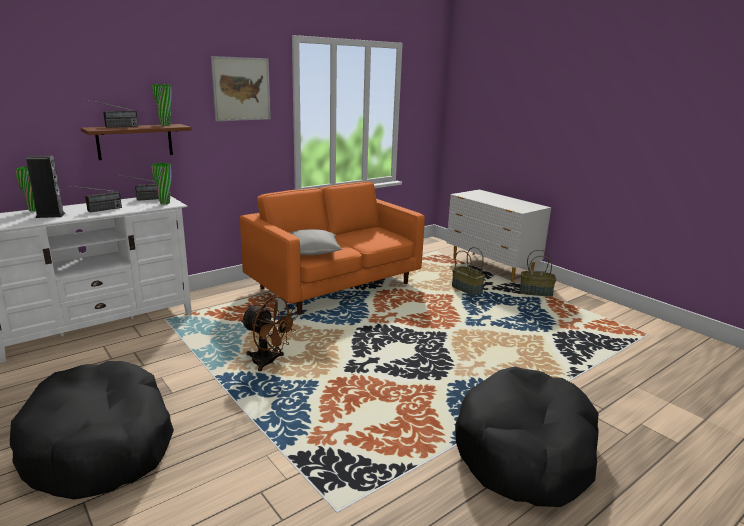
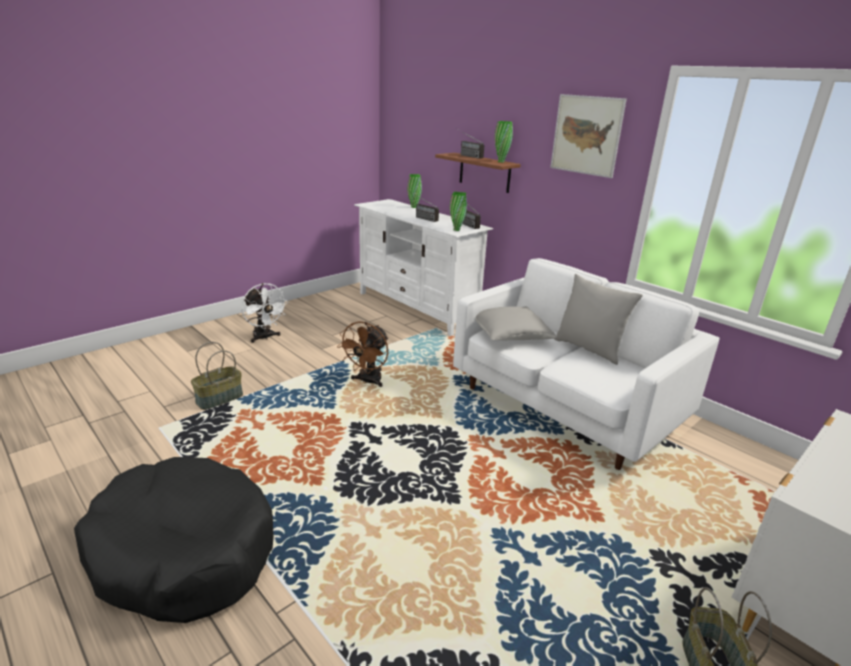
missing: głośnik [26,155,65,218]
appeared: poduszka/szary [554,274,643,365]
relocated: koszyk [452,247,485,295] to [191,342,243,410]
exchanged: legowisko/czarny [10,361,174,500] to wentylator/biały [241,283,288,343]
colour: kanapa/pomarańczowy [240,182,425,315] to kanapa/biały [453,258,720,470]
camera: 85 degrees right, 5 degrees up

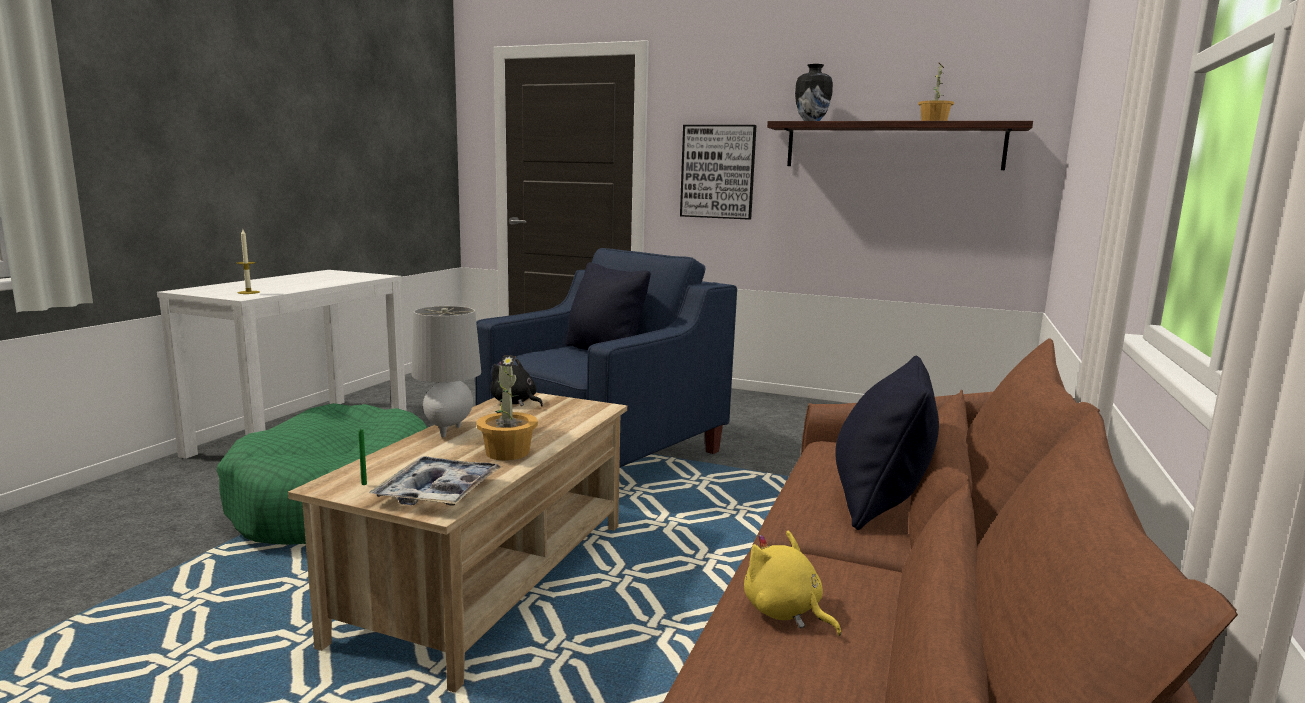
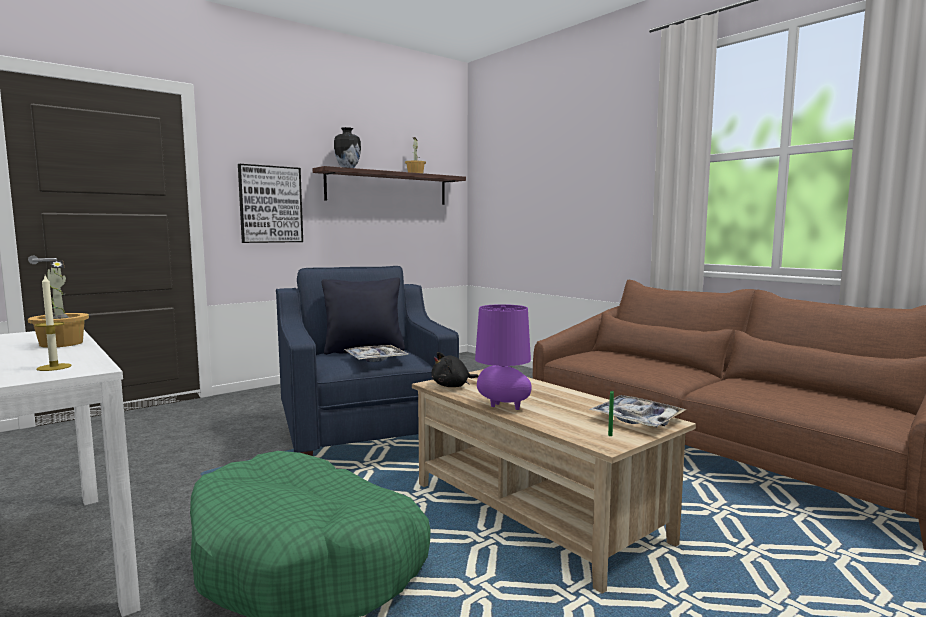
missing: poduszka/czarny [835,356,939,530]; pluszak/żółty [744,531,841,636]
appeared: taca [344,345,409,362]
relocated: roślina doniczkowa [477,355,538,461] to [28,260,89,348]
colour: lampa stołowa/szary [411,306,481,437] to lampa stołowa/fioletowy [475,304,532,410]
camera: 60 degrees left, 5 degrees down

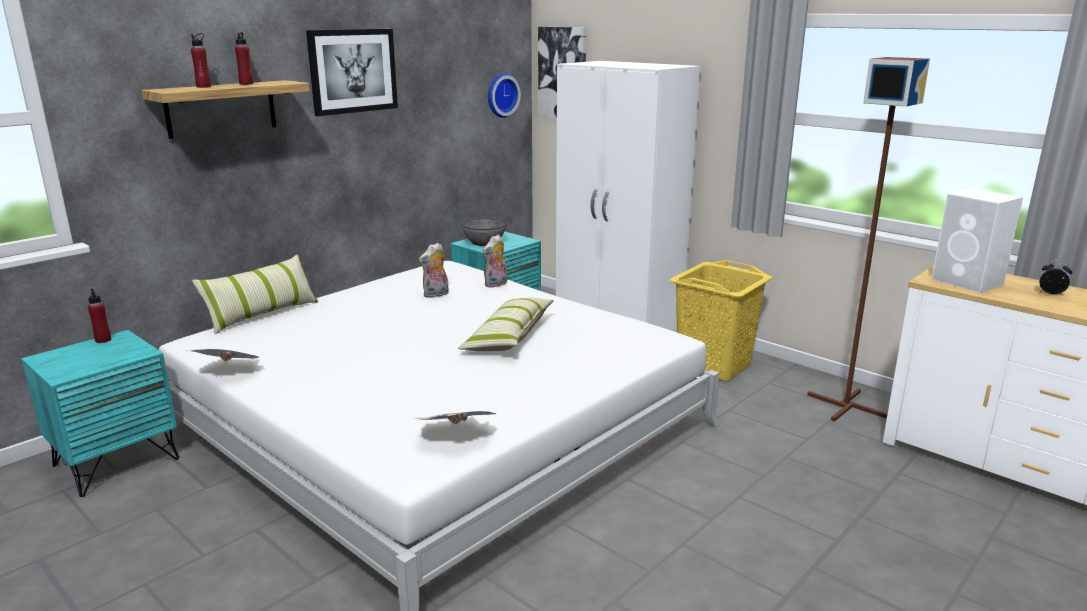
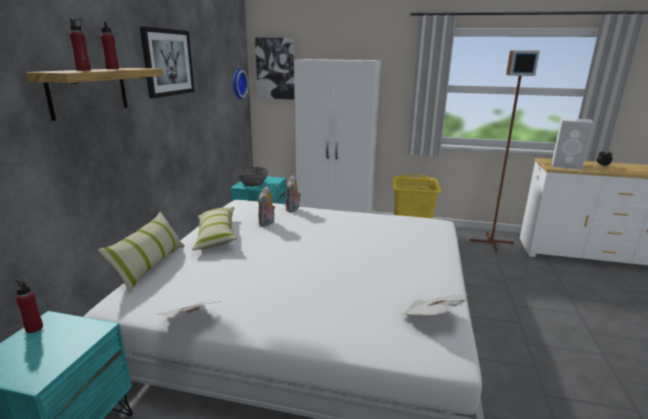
relocated: poduszka [458,298,554,352] to [192,207,237,250]
camera: 30 degrees left, 0 degrees up

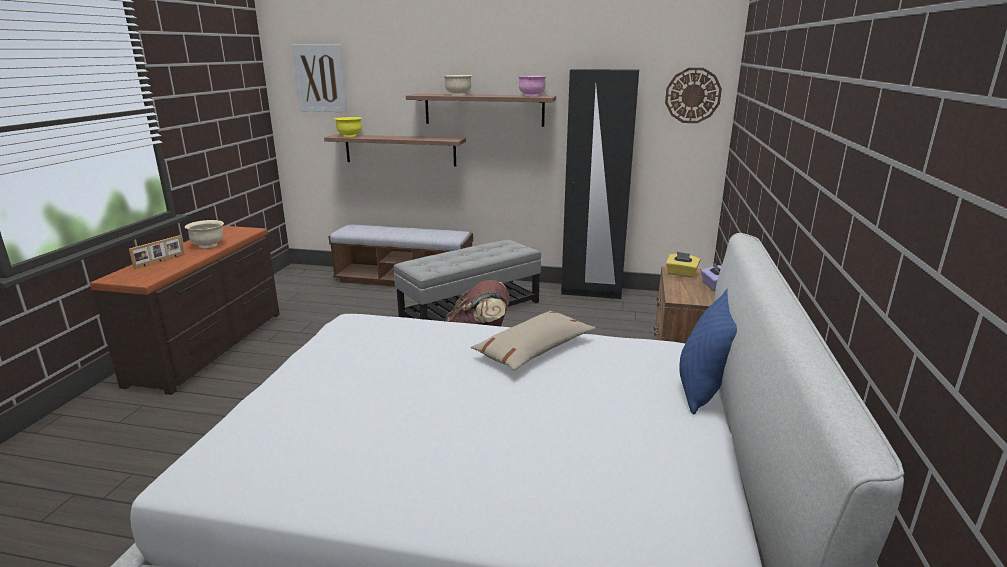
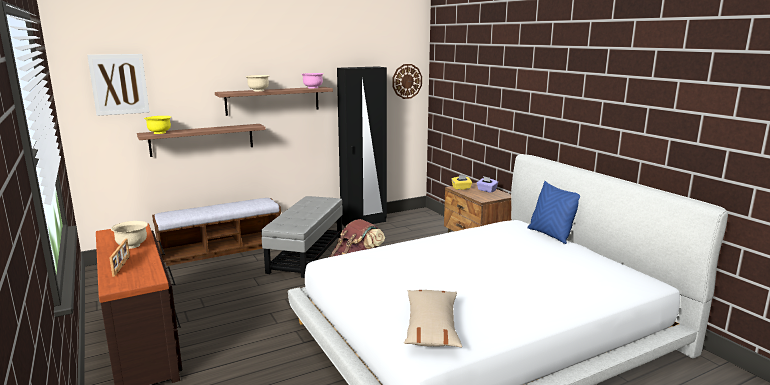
relocated: poduszka/beżowy [471,311,596,371] to [404,290,462,348]
camera: 40 degrees left, 5 degrees down

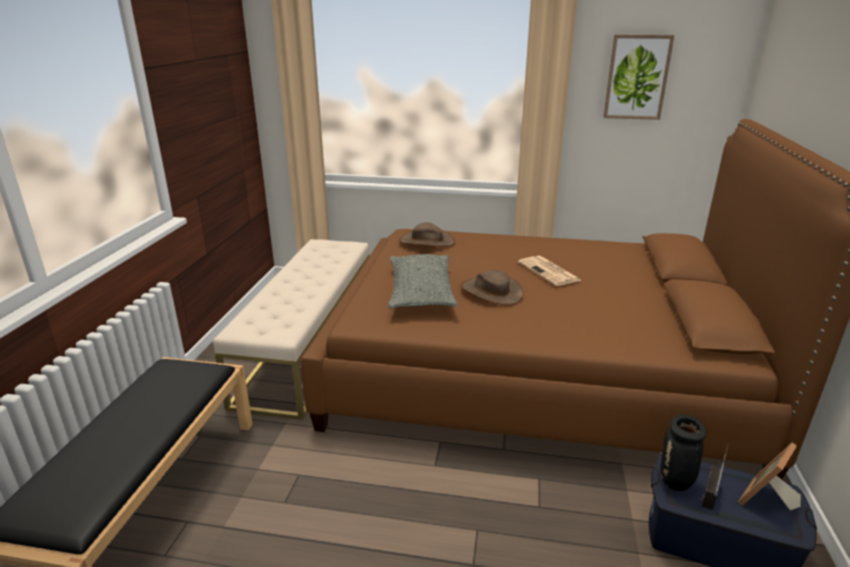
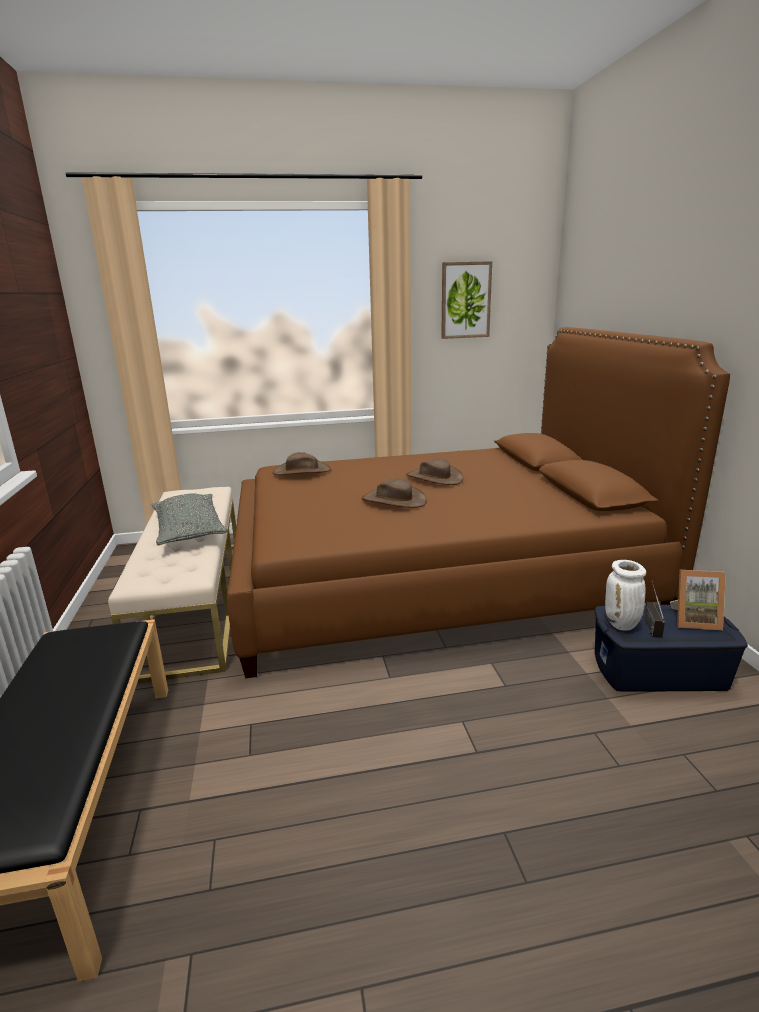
relocated: poduszka/szary [388,254,458,309] to [151,493,228,545]
exchanged: gazeta [518,256,582,286] to kapelusz/brązowy [406,458,464,485]
colour: wazon/czarny [660,414,706,491] to wazon/biały [605,560,646,631]
spun: ramka na zdjęcie [738,442,801,510] = [670,570,726,630] 105 degrees counterclockwise
camera: 20 degrees left, 5 degrees down

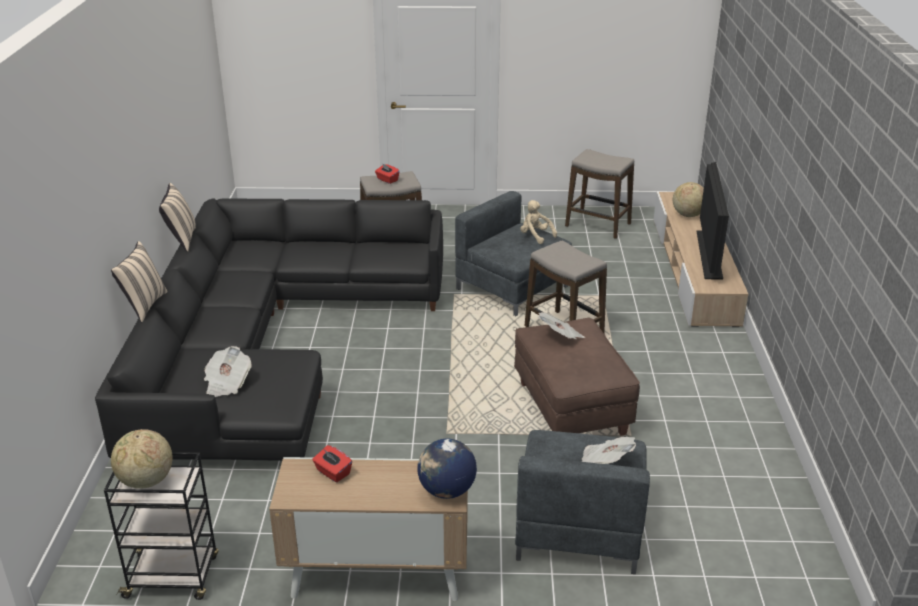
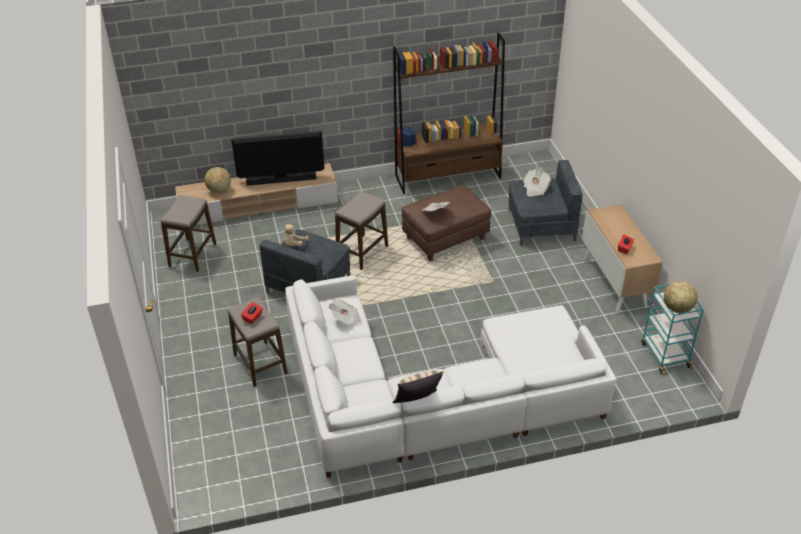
missing: poduszka/beżowy [111,241,168,322]; globus [417,439,477,499]
appeared: regał/brązowy [393,33,505,194]
relocated: gazeta [204,346,251,397] to [328,299,362,324]
colour: kanapa/czarny [95,198,443,461] to kanapa/biały [285,276,616,478]; wózek/czarny [104,452,219,600] to wózek/turkusowy [641,281,704,374]
camera: 105 degrees left, 10 degrees up

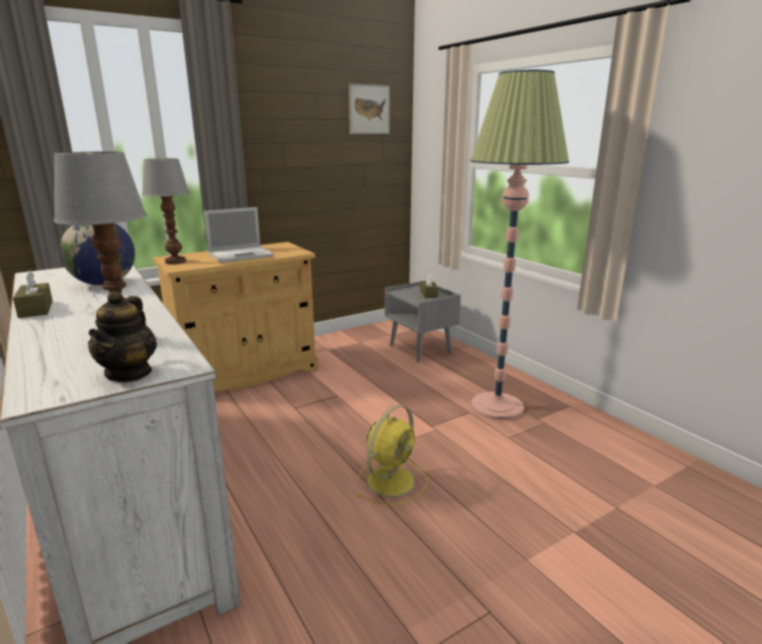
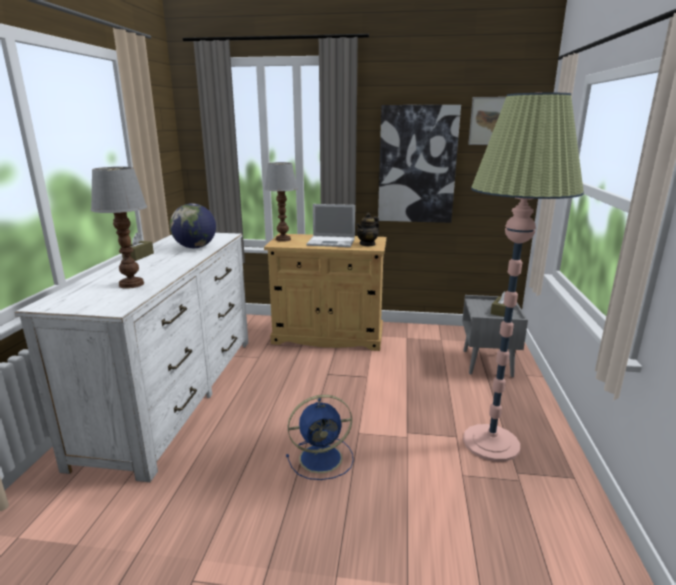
appeared: obraz [378,105,461,223]
relocated: imbryk [88,291,157,382] to [356,213,379,246]
colour: wentylator/żółty [356,405,428,505] to wentylator/niebieski [286,395,354,480]
camera: 40 degrees right, 0 degrees up

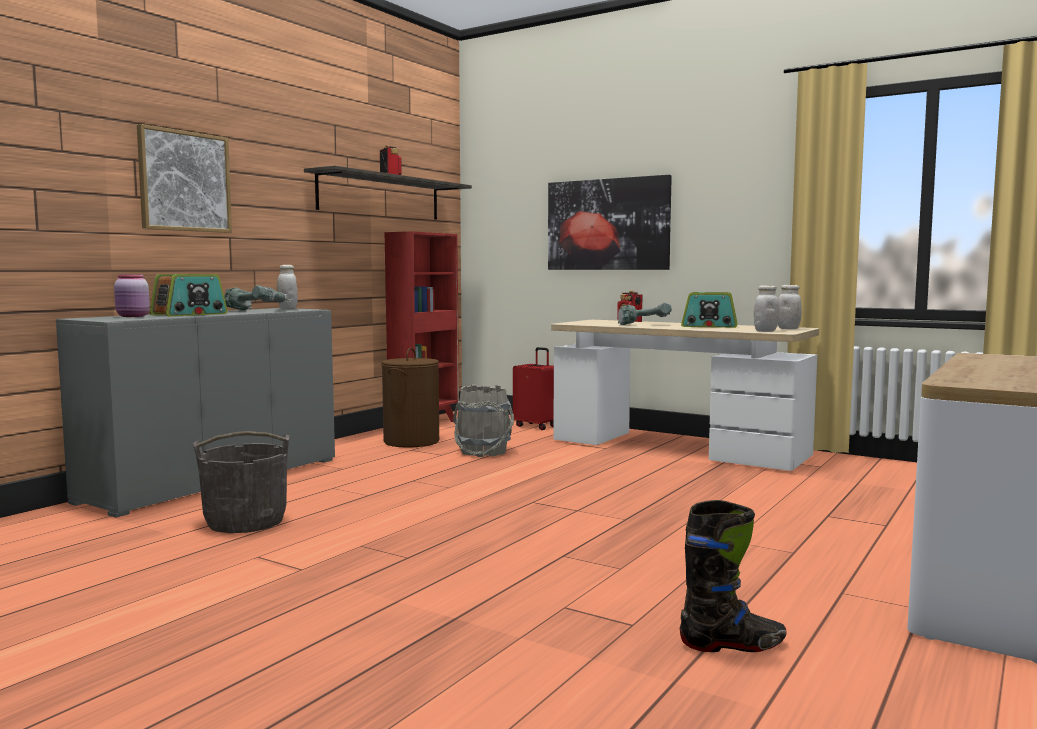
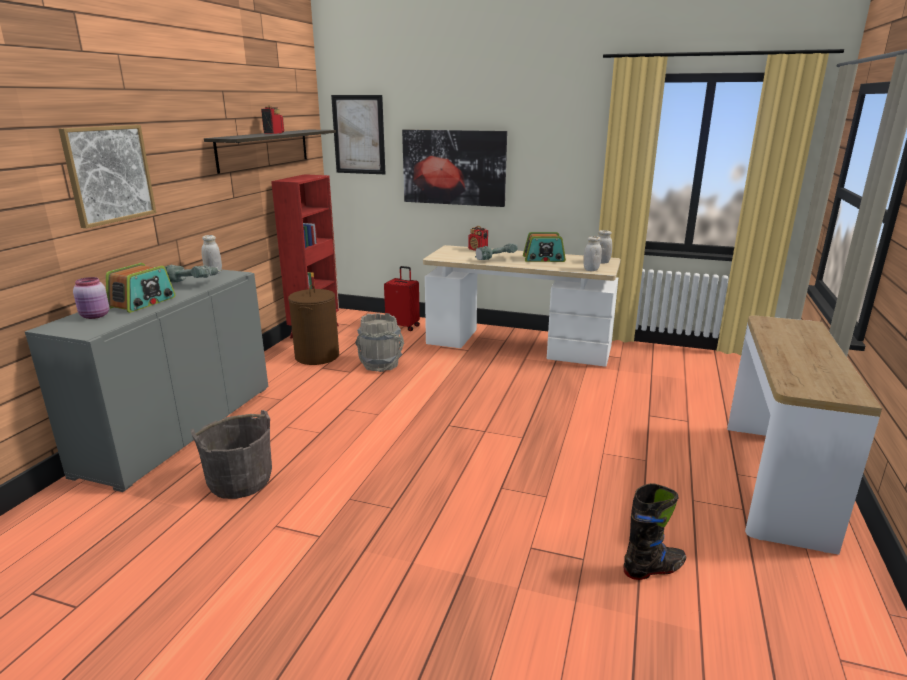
appeared: obraz [331,95,385,174]
camera: 15 degrees left, 15 degrees up

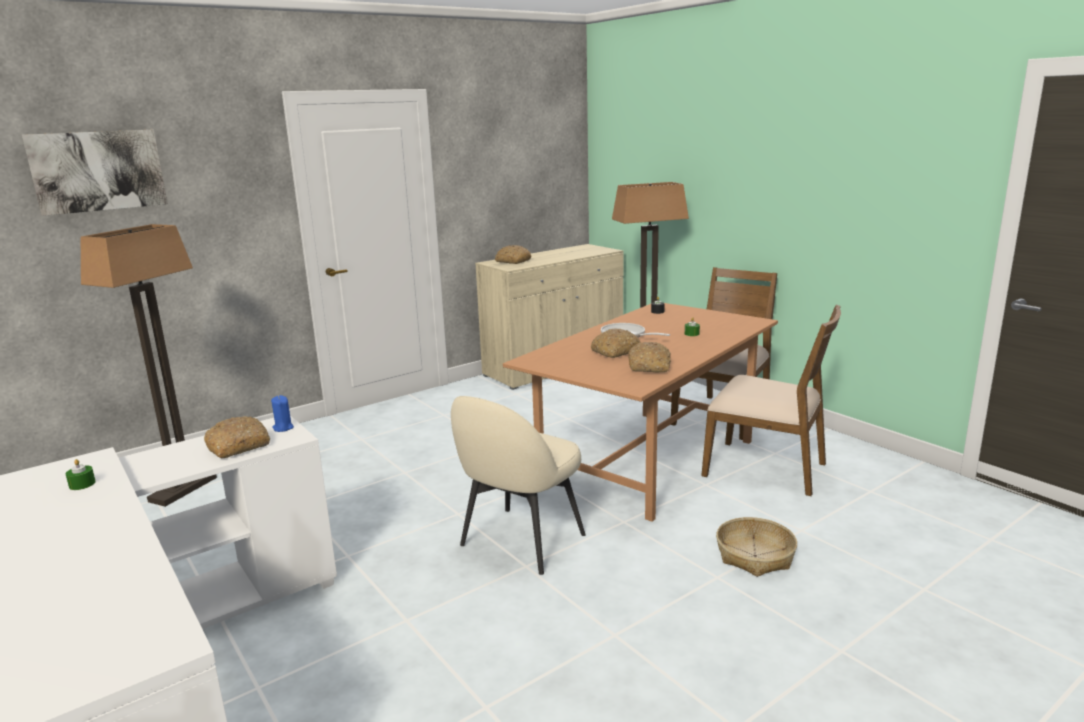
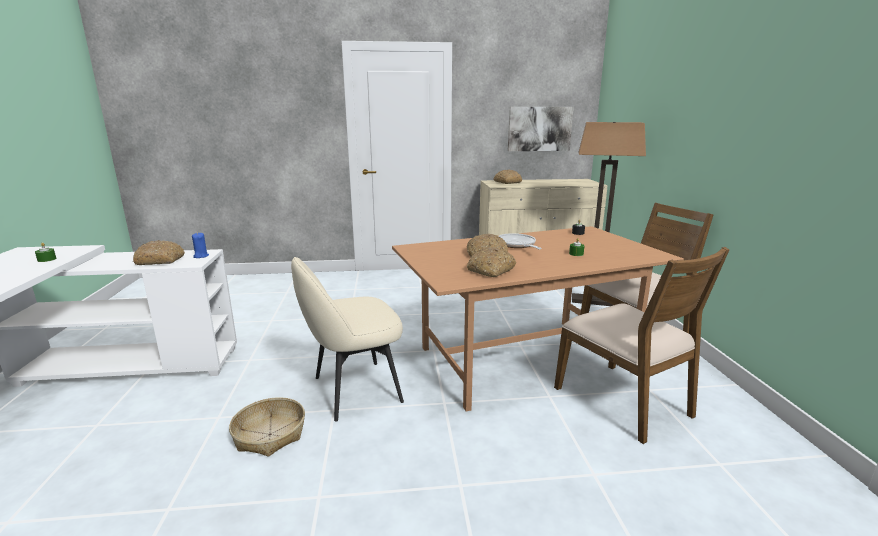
missing: lampa stojąca [81,224,217,507]
relocated: obraz [22,130,168,216] to [508,107,574,151]; koszyk [716,517,797,577] to [229,397,305,457]
camera: 30 degrees right, 0 degrees up

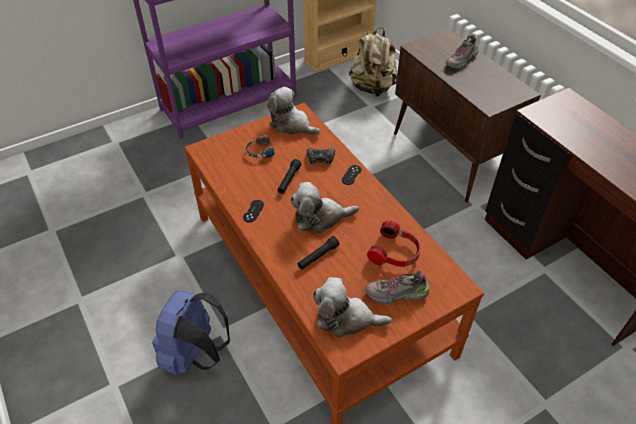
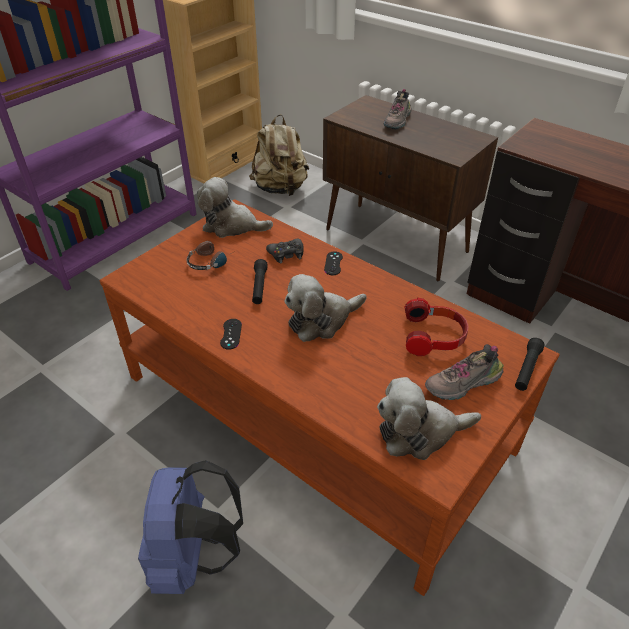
relocated: latarka/czarny [297,236,339,270] to [515,338,545,391]
camera: 20 degrees left, 5 degrees down

